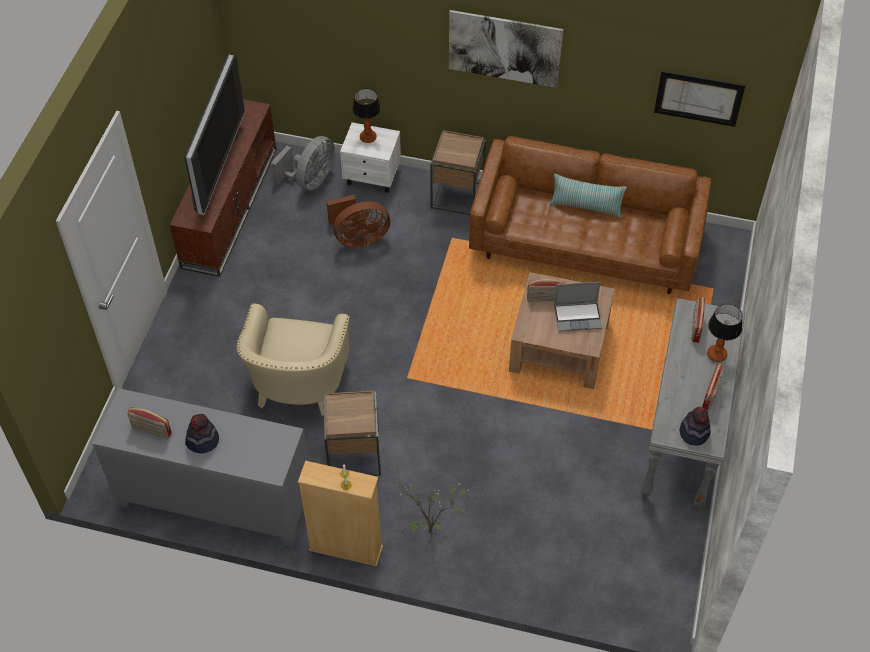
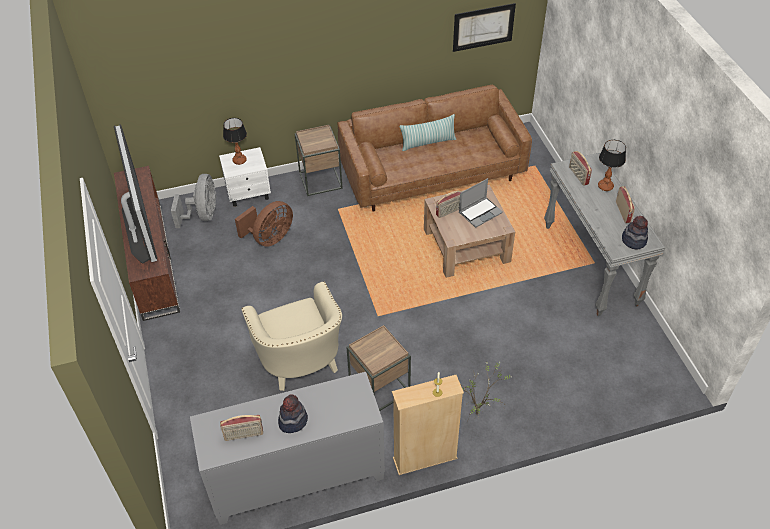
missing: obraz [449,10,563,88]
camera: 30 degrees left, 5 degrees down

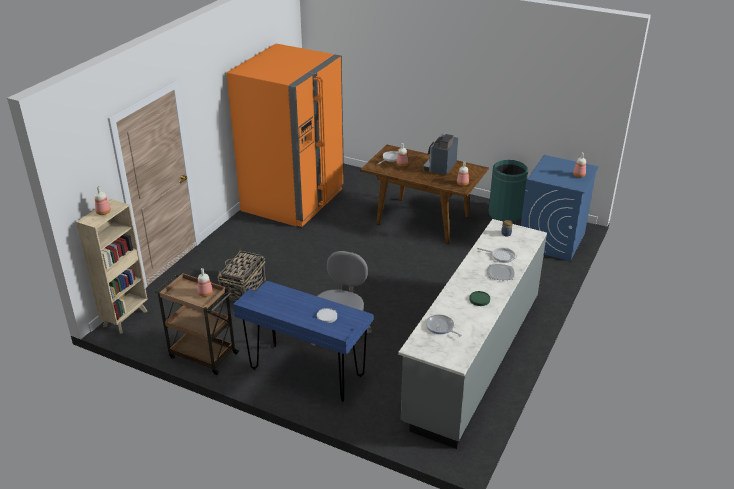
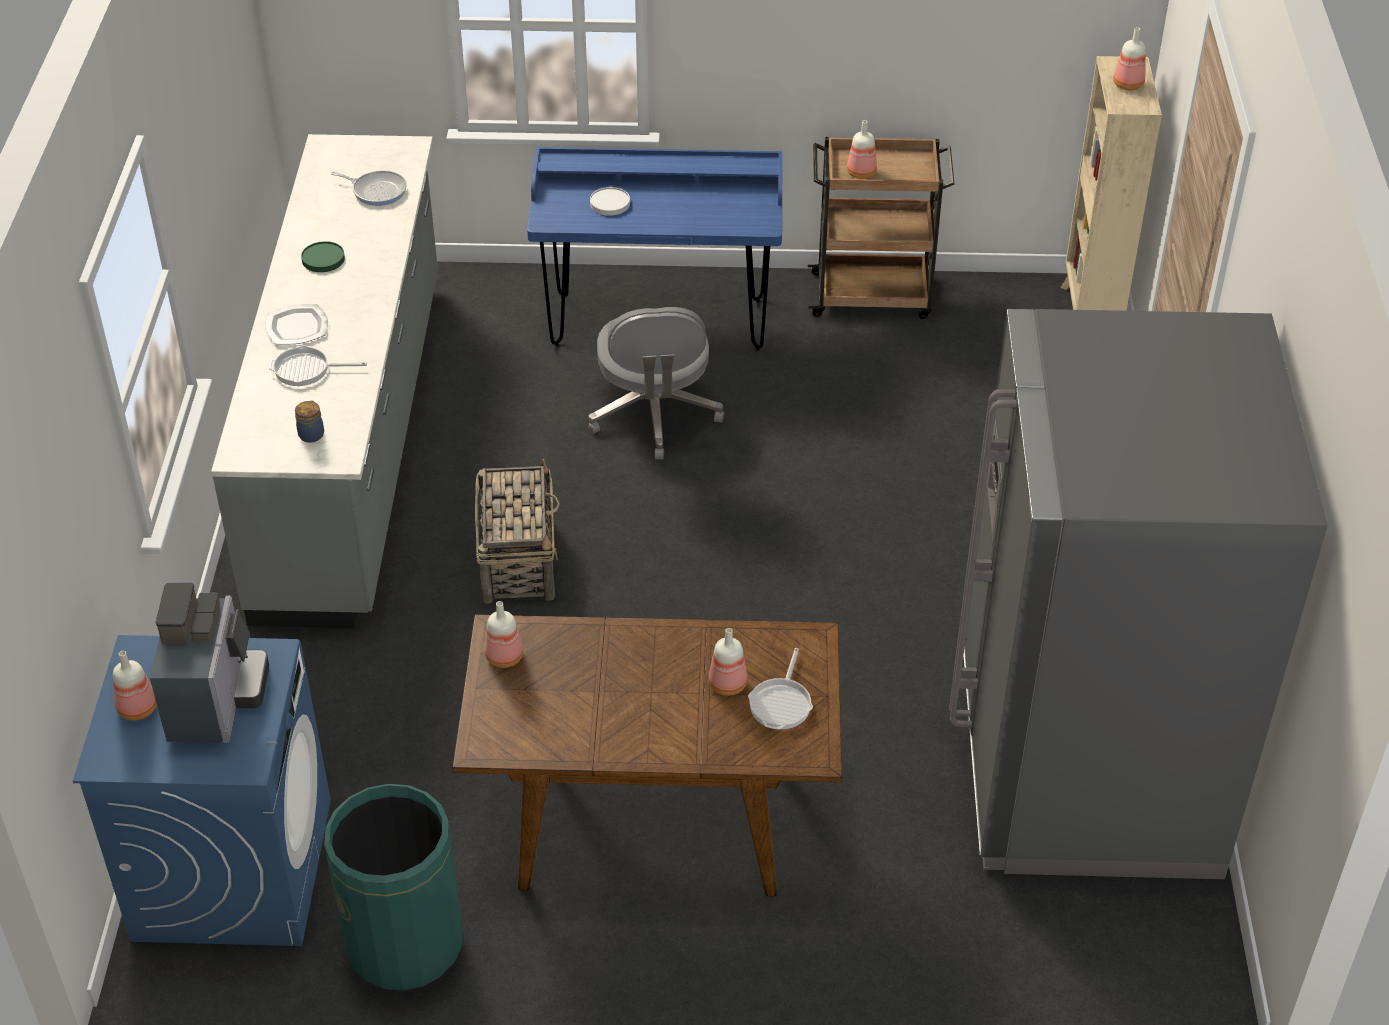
relocated: ekspres do kawy [423,134,458,175] to [150,583,269,743]; koszyk [218,248,266,301] to [475,459,560,604]
colour: lodówka/pomarańczowy [226,44,344,227] to lodówka/szary [949,309,1328,879]
camera: 155 degrees right, 10 degrees up

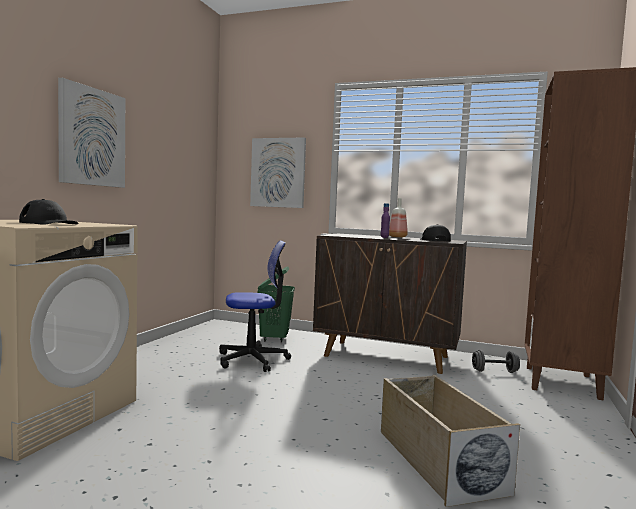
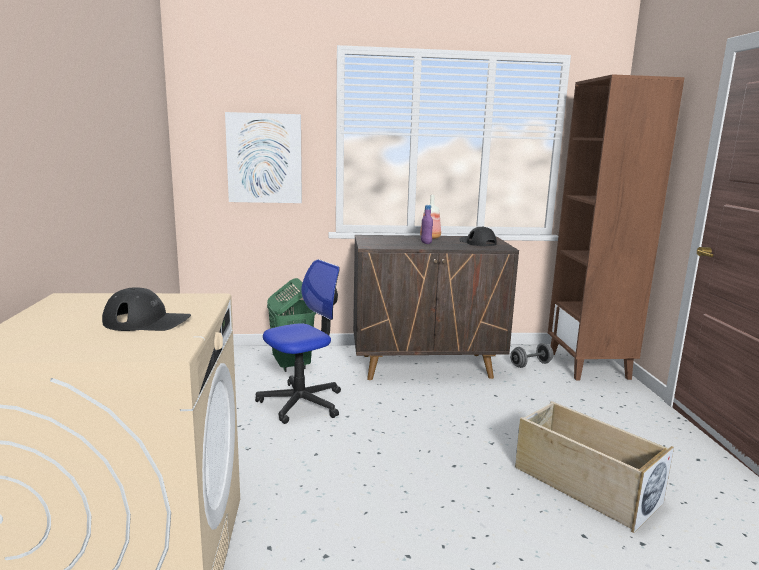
missing: obraz [58,78,125,188]
camera: 25 degrees left, 10 degrees up

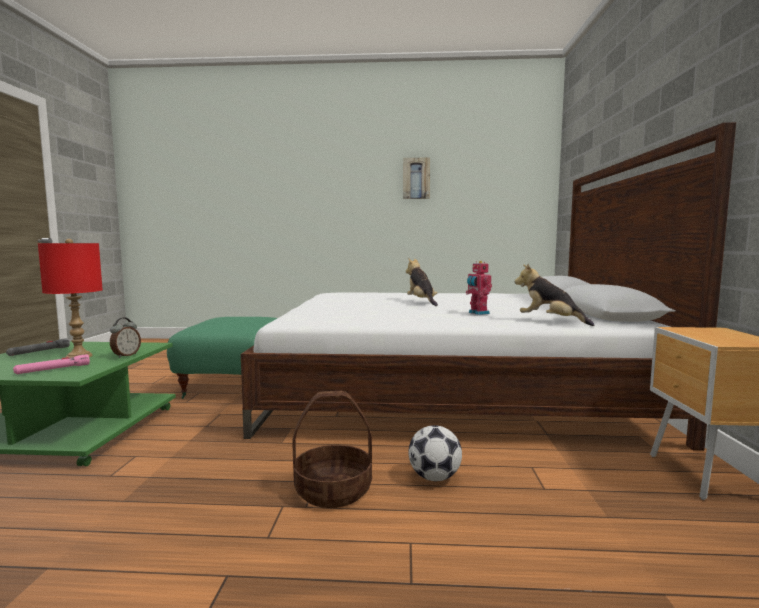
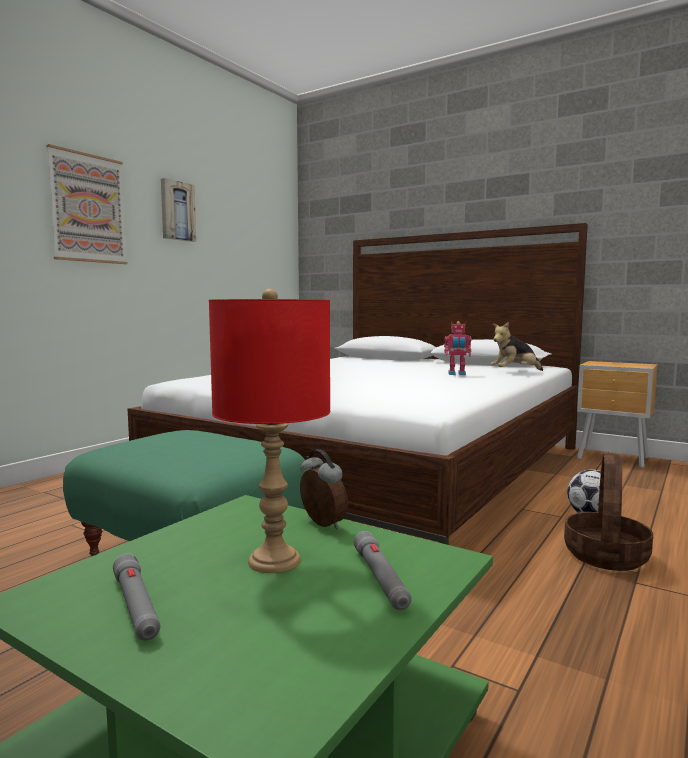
missing: pluszak [406,258,438,306]
appeared: obraz [47,144,128,264]
colour: latarka/różowy [13,354,90,374] to latarka/szary [354,531,412,610]
camera: 60 degrees left, 0 degrees up

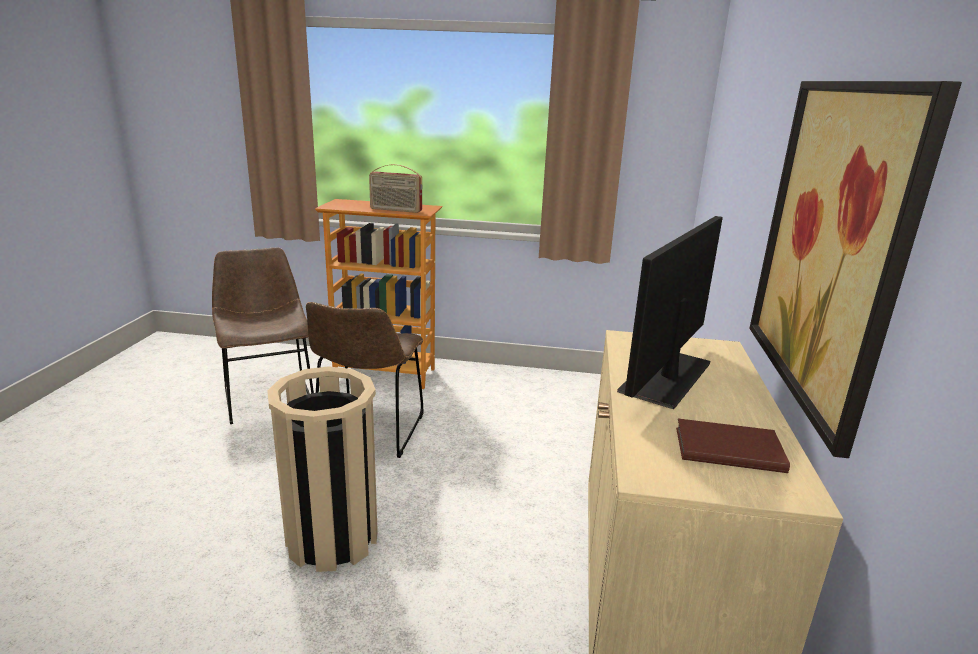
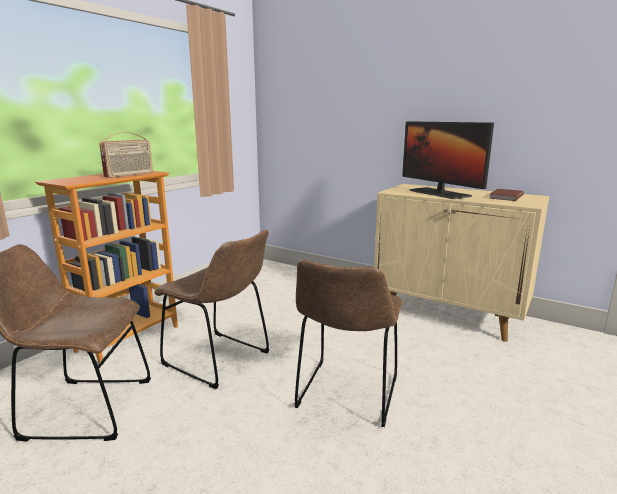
missing: obraz [749,81,962,458]
exchanged: kosz na śmieci/beżowy [267,366,378,572] to krzesło/brązowy [294,260,403,427]
camera: 65 degrees left, 5 degrees down

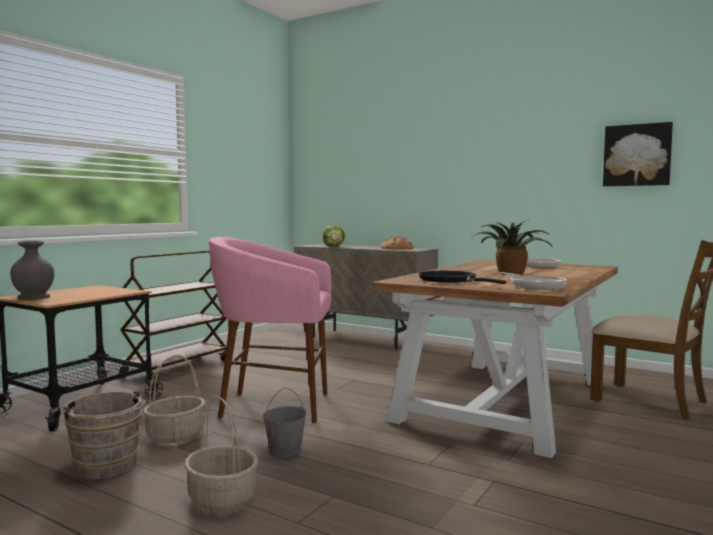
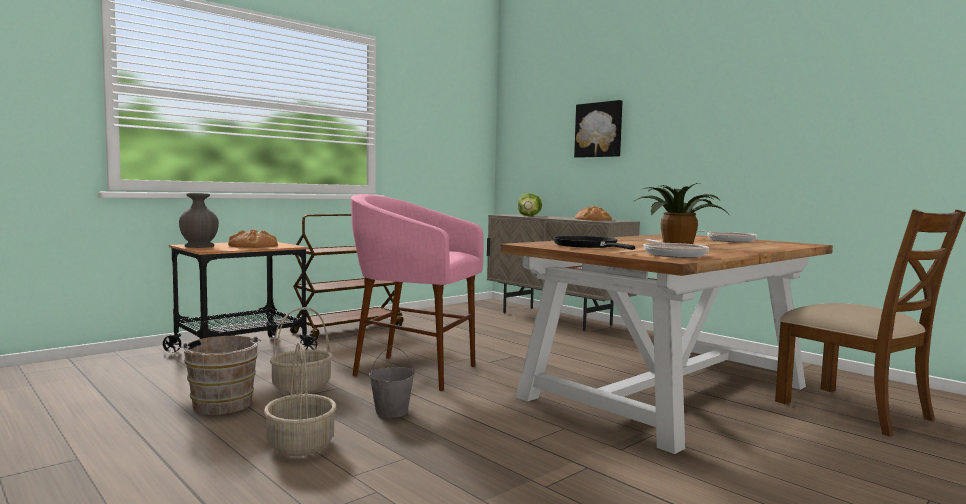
appeared: chleb [228,229,278,248]
relocated: obraz [603,122,673,186] to [574,100,623,158]
camera: 15 degrees right, 0 degrees up

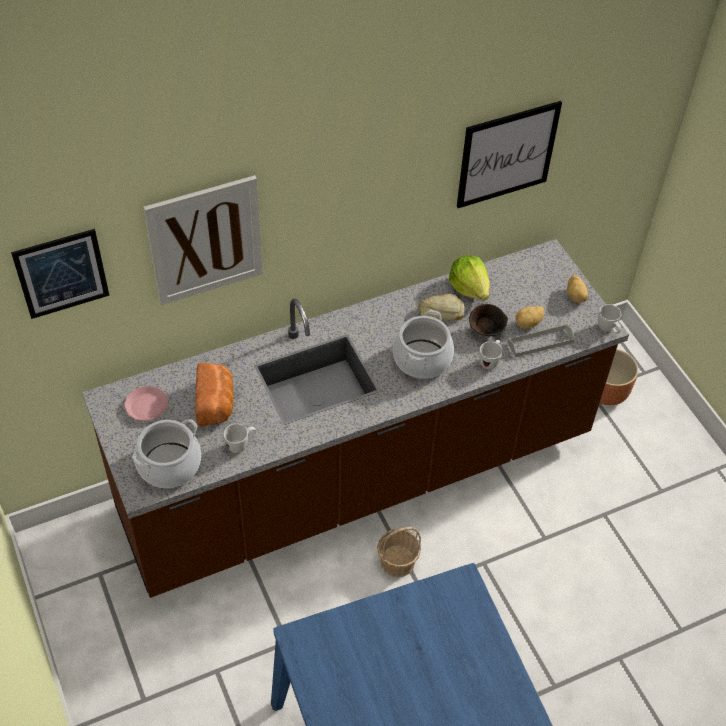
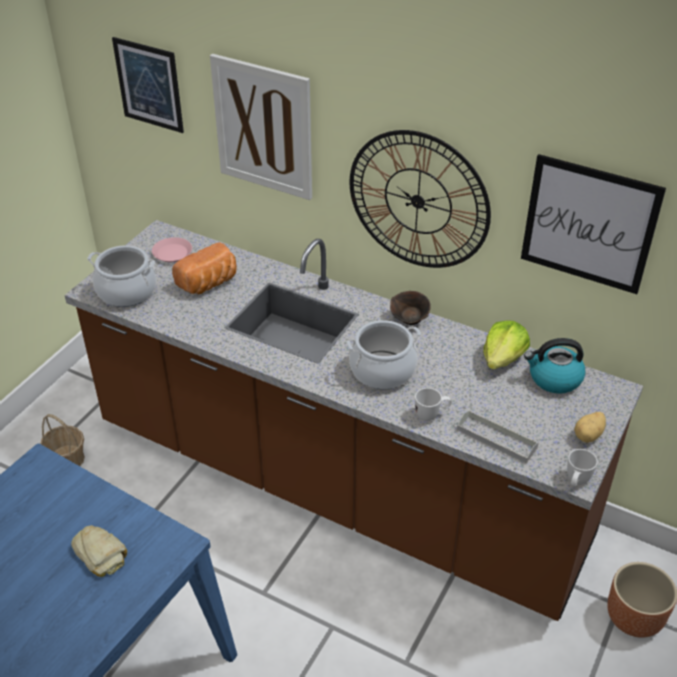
missing: ziemniak [516,306,545,329]; kubek/biały [223,424,256,453]
appeared: zegar ścienny [350,130,491,268]; czajnik [524,338,586,394]
relocated: chleb [418,294,465,321] to [71,525,127,577]; miska/brązowy [469,304,508,336] to [390,291,431,325]; koszyk [377,527,421,577] to [40,414,85,466]
camera: 55 degrees right, 10 degrees down

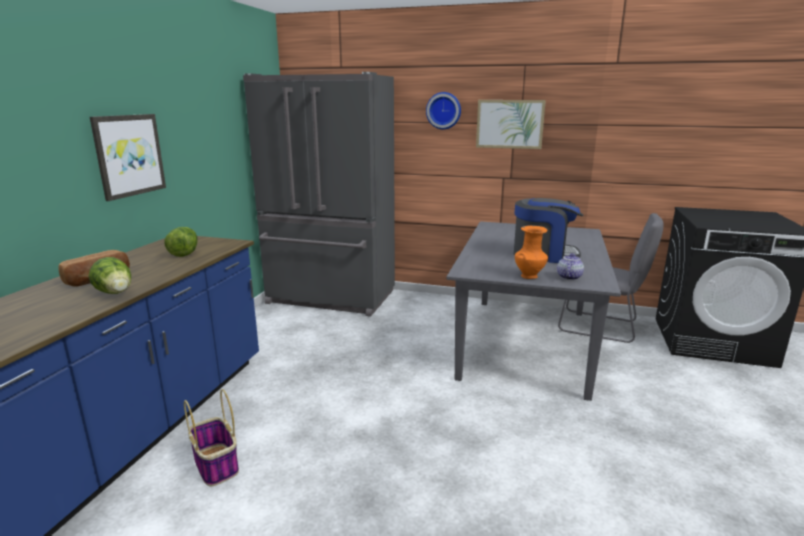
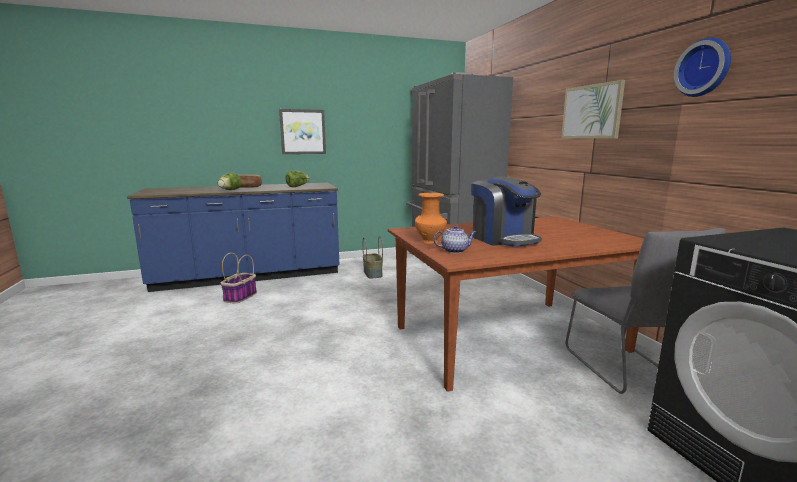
appeared: koszyk [363,236,383,278]
relocated: zegar ścienny [426,92,461,129] to [674,37,731,97]
colour: stół jadalny/szary [446,221,621,401] to stół jadalny/brązowy [388,217,644,392]
camera: 55 degrees right, 5 degrees down

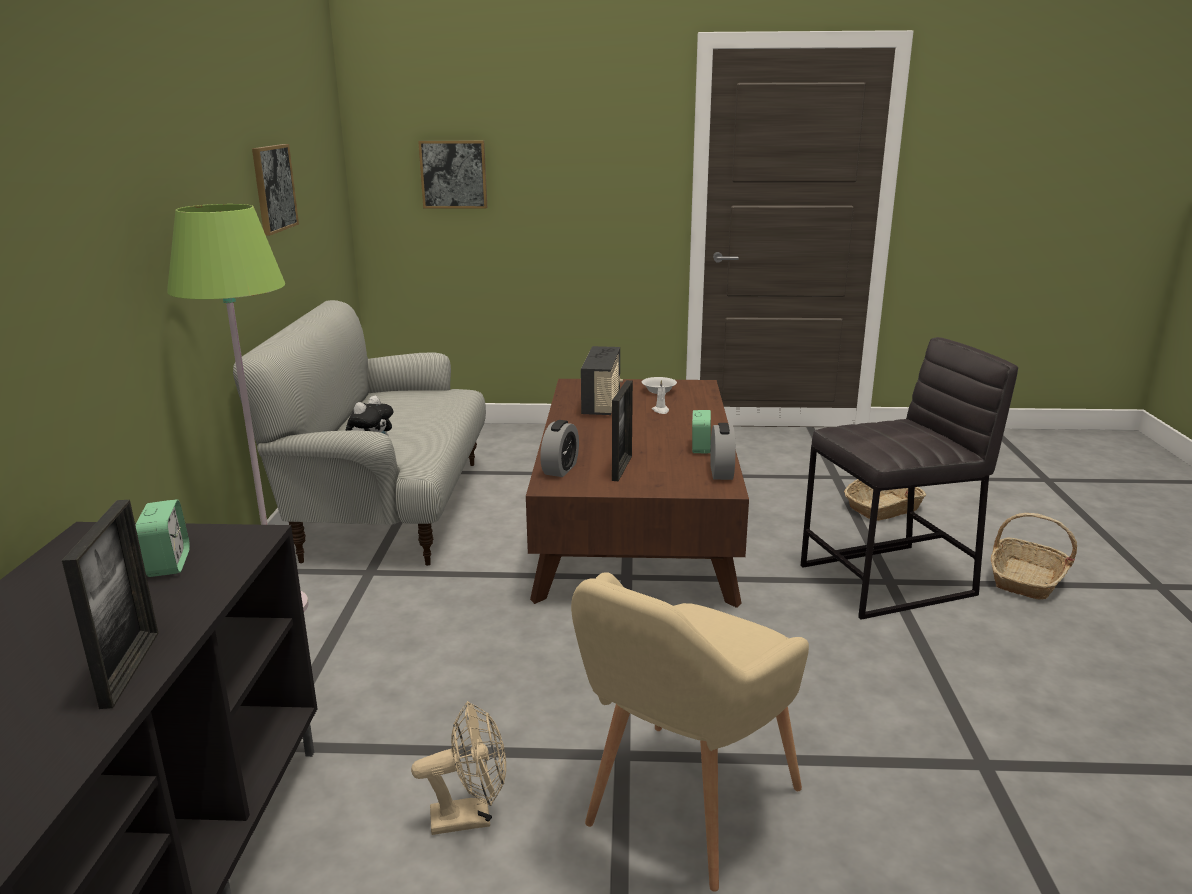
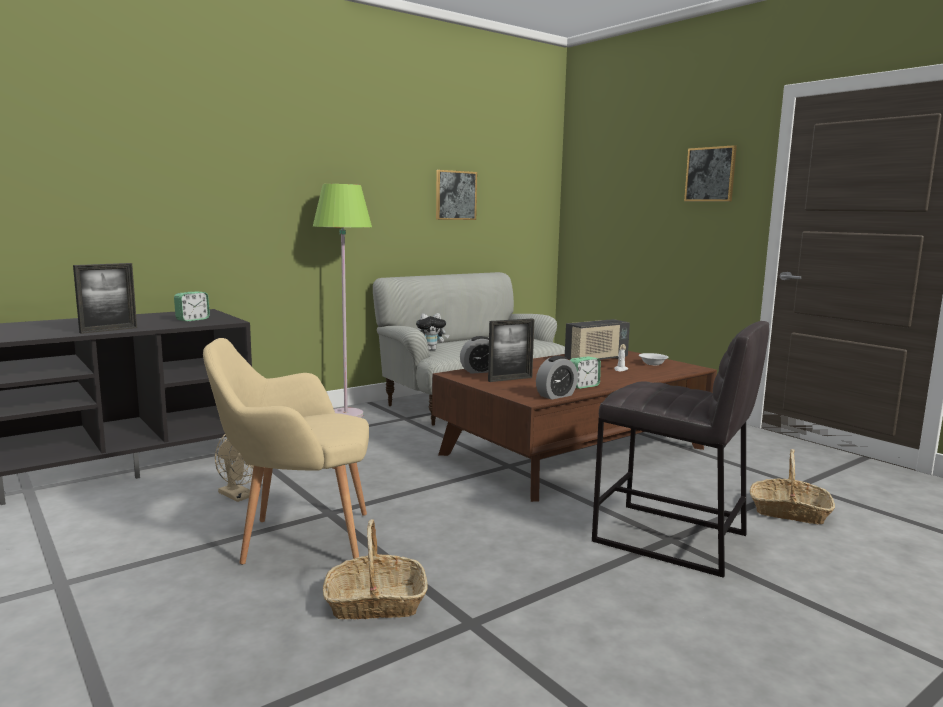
relocated: obraz [418,141,487,208] to [684,145,737,201]; koszyk [991,513,1077,600] to [323,519,428,619]
camera: 50 degrees right, 10 degrees down

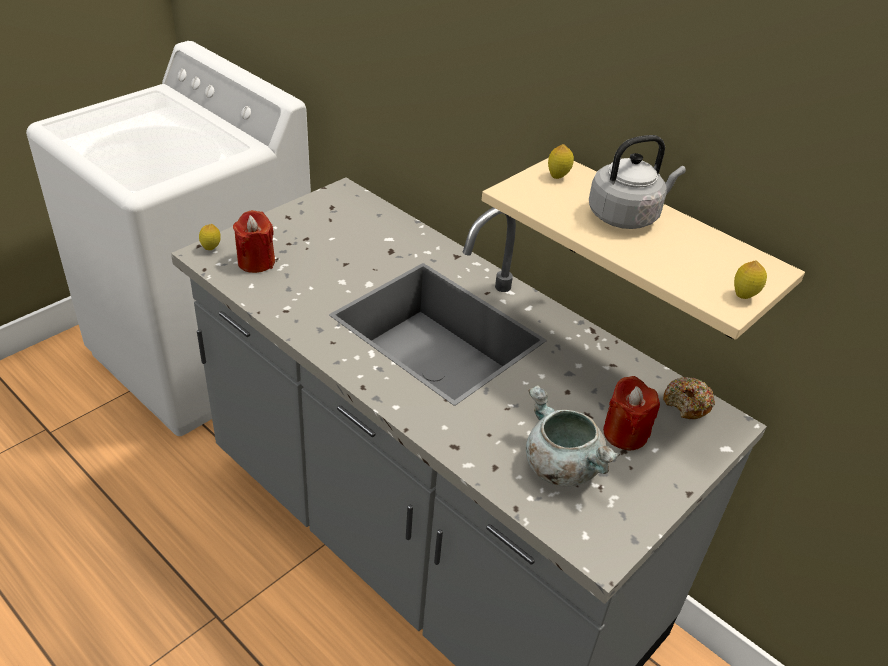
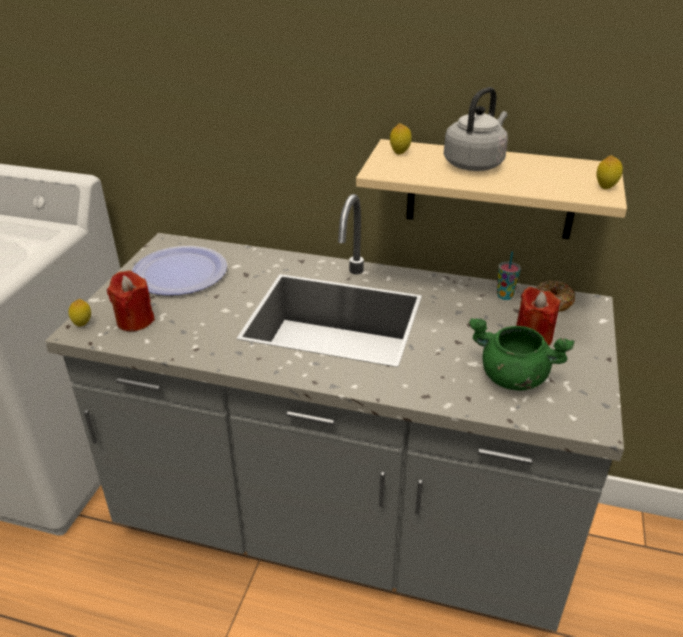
appeared: talerz [132,246,227,295]; filiżanka [497,251,521,300]
colour: garnek/szary [526,385,620,487] to garnek/zielony [469,318,574,391]
camera: 25 degrees left, 5 degrees down

